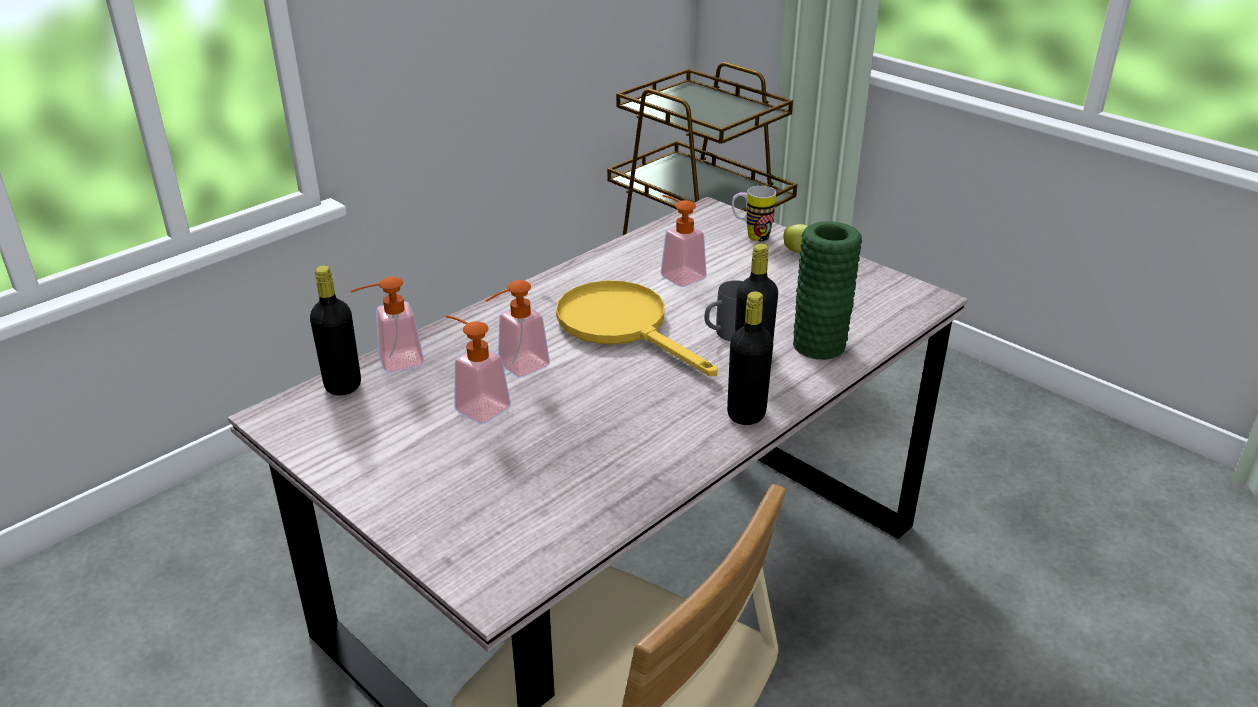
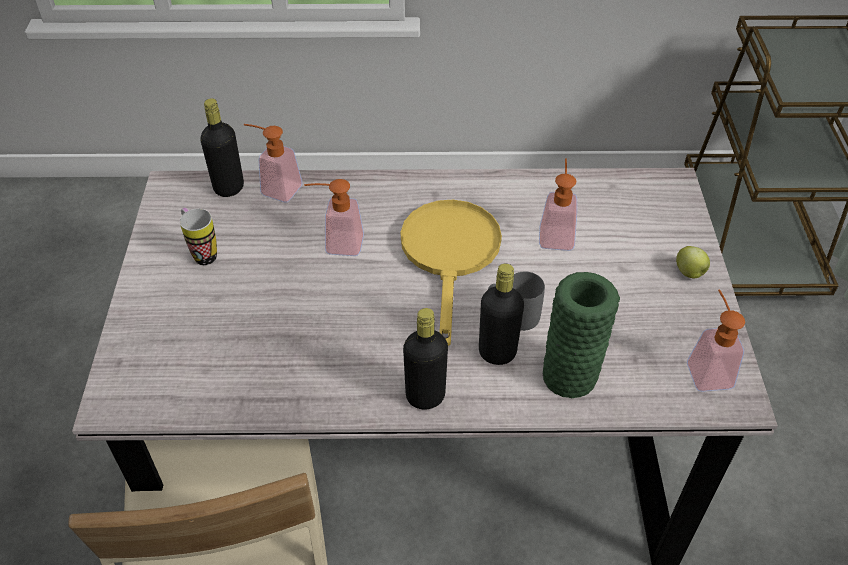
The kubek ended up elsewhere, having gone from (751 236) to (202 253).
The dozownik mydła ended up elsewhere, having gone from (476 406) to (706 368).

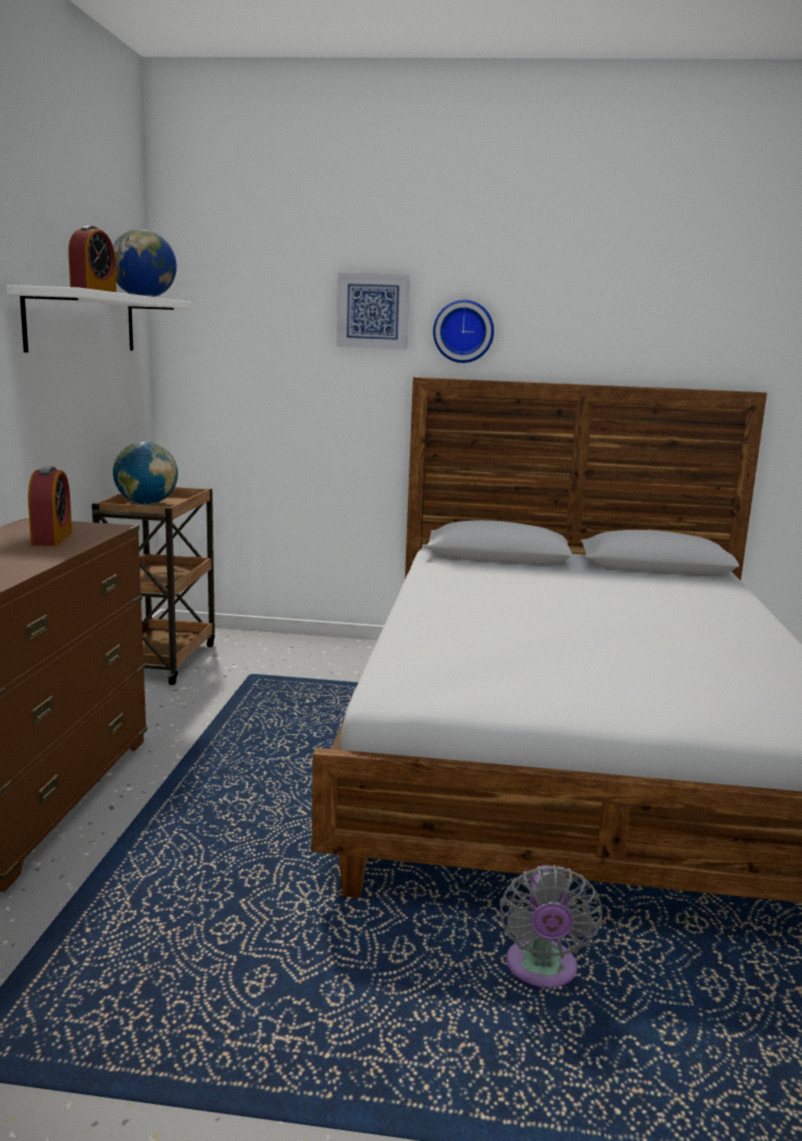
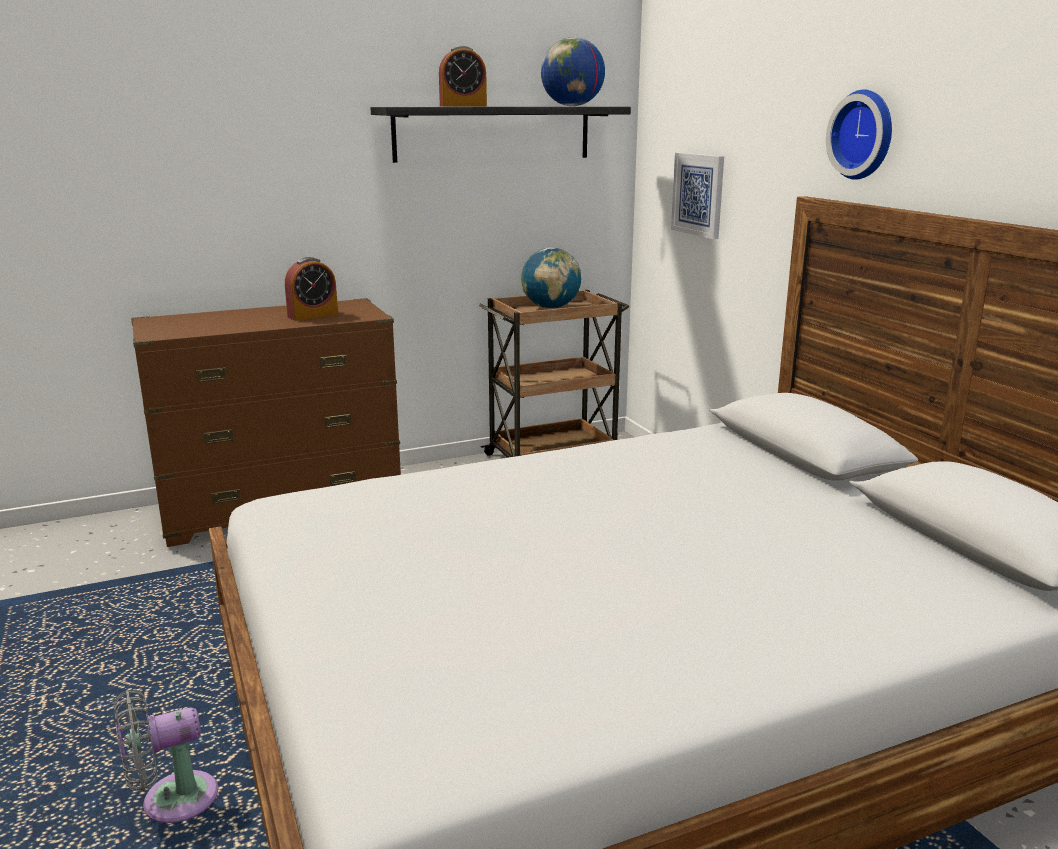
The obraz ended up elsewhere, having gone from (373 311) to (698 194).
What was the półka [biały] at (82 322) turned into the półka [czarny] at (493 133).

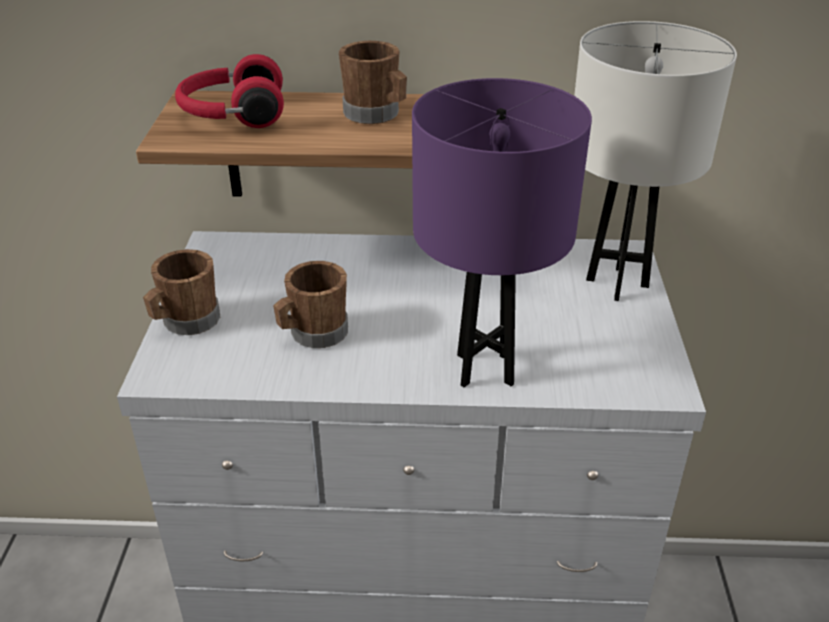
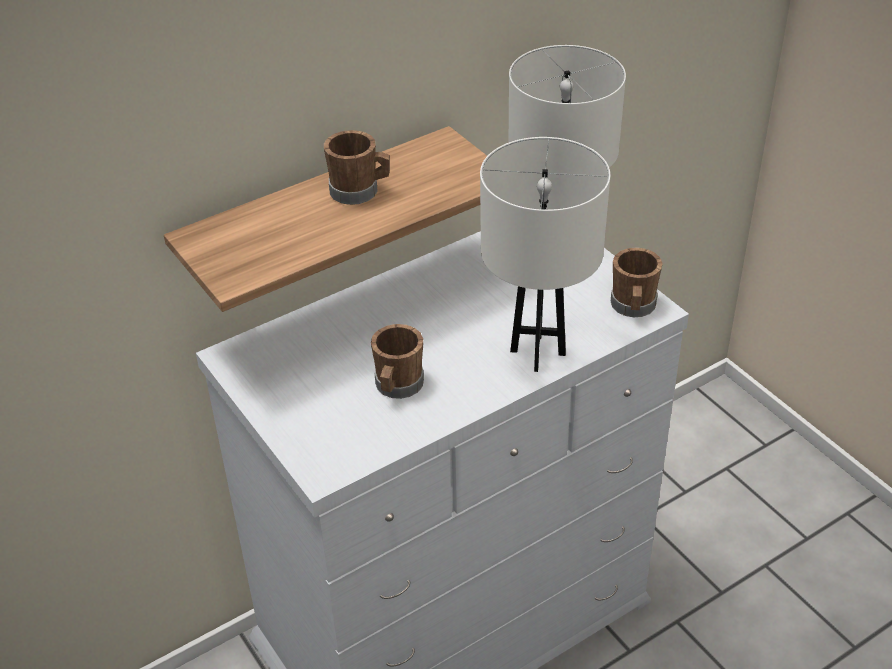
The second view lost the słuchawki [czerwony] at (232 115).
What was the lampa stołowa [fioletowy] at (485 370) turned into the lampa stołowa [biały] at (538 353).
The kubek [brązowy] ended up elsewhere, having gone from (186 322) to (633 307).

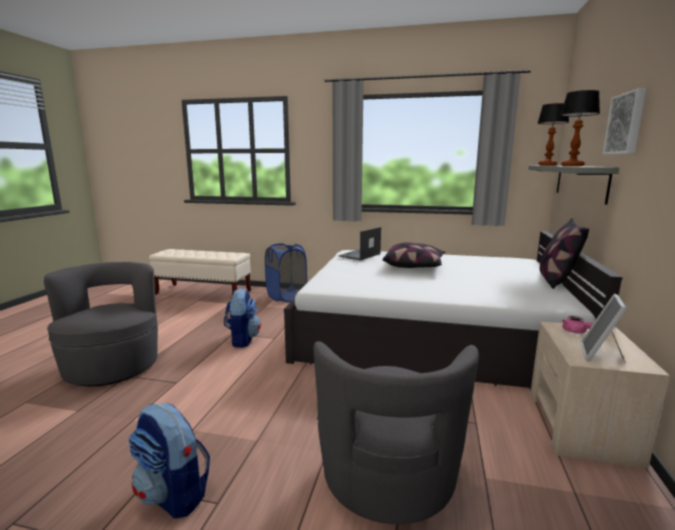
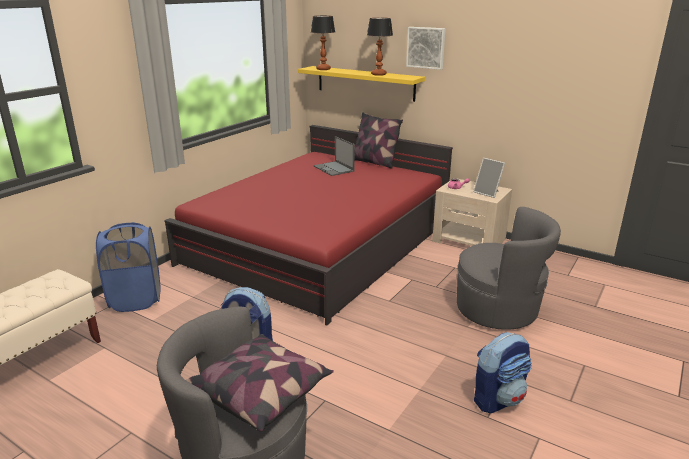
What was the półka [szary] at (580 182) turned into the półka [żółty] at (365 83).
The laptop ended up elsewhere, having gone from (359 255) to (334 169).
What was the łóżko [biały] at (431 332) turned into the łóżko [czerwony] at (320 244).
The poduszka ended up elsewhere, having gone from (414 266) to (261 392).

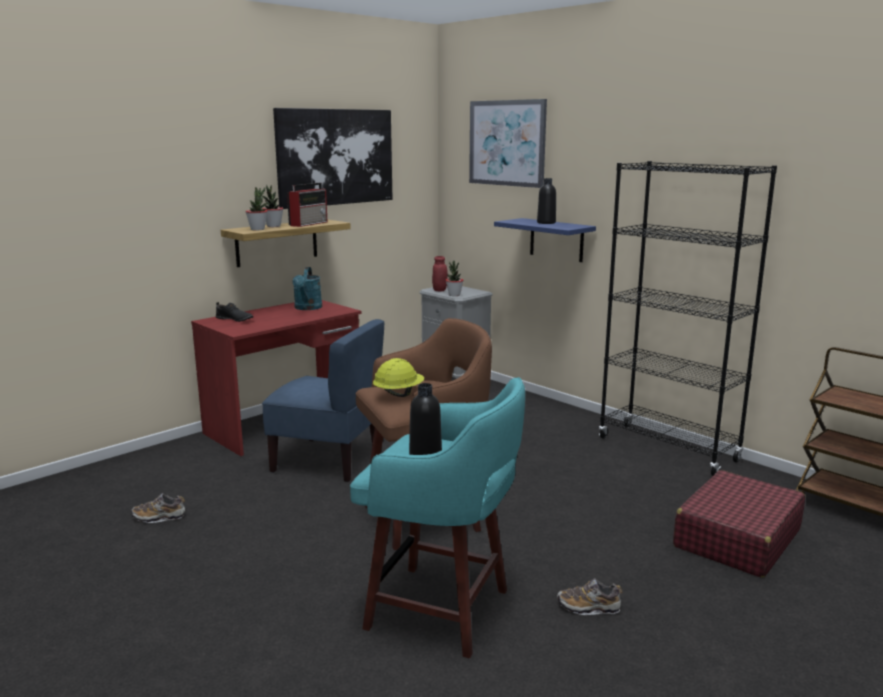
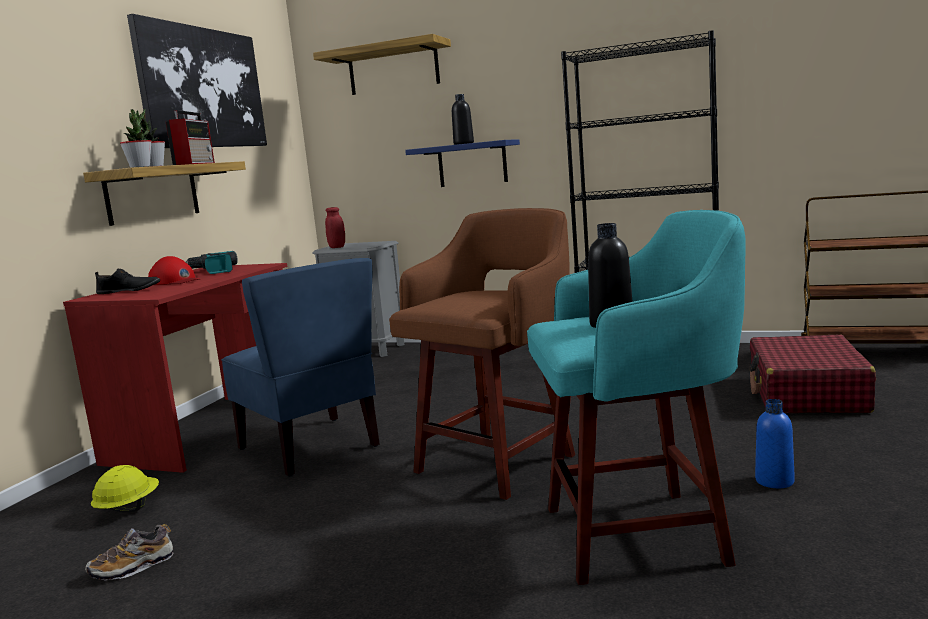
Where the obraz hung at (507 143), the półka came to hang at (393 68).
The second view lost the roślina doniczkowa at (454 295).
Where the konewka [turkusowy] stood at (307 308), the wiertarka came to stand at (213 271).
The krzesło [niebieski] at (327 461) ended up facing another way, 60 degrees clockwise from before.
The kask [żółty] ended up elsewhere, having gone from (398 394) to (128 509).
Where the but stood at (588 607), the butelka [niebieski] came to stand at (774 481).
The second view gained the czapka z daszkiem [czerwony] at (175 281).

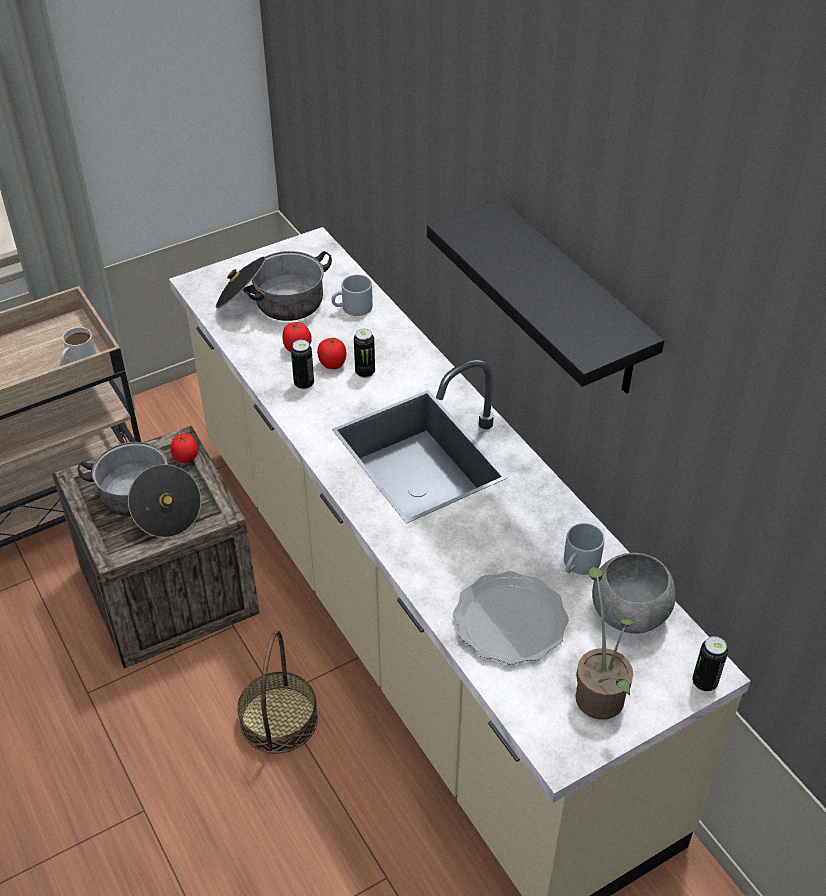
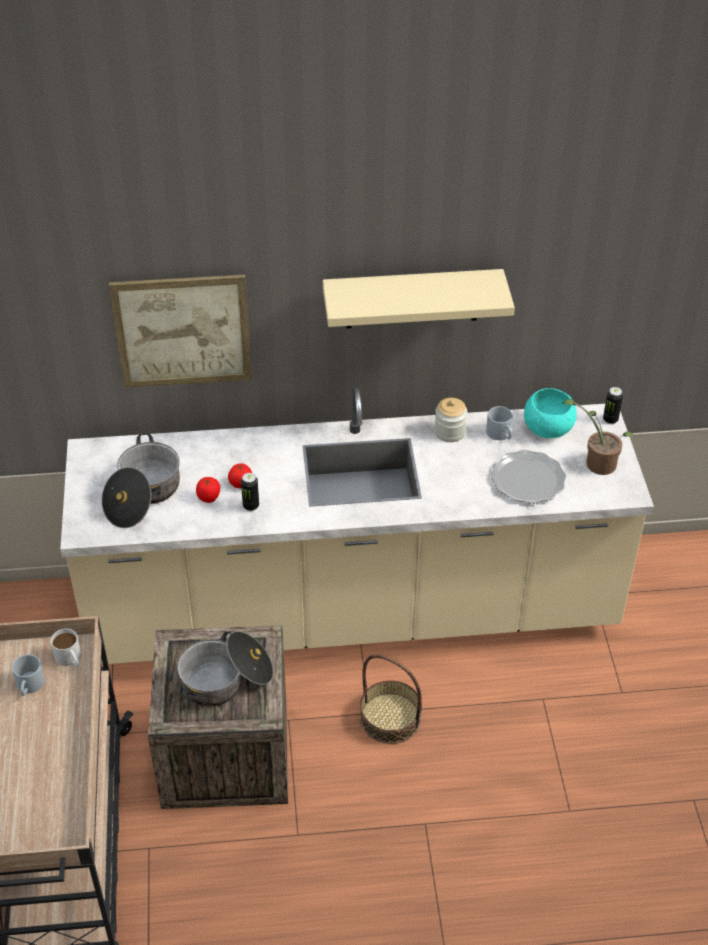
What was the półka [czarny] at (573 301) turned into the półka [beżowy] at (412 298).
The kubek [szary] ended up elsewhere, having gone from (352 308) to (30 686).
The second view lost the puszka at (365 372).
The second view lost the pomidor at (186 458).
What was the miska [szary] at (628 613) turned into the miska [turkusowy] at (548 429).
The second view gained the obraz at (183 331).
The second view gained the słoik at (449 432).

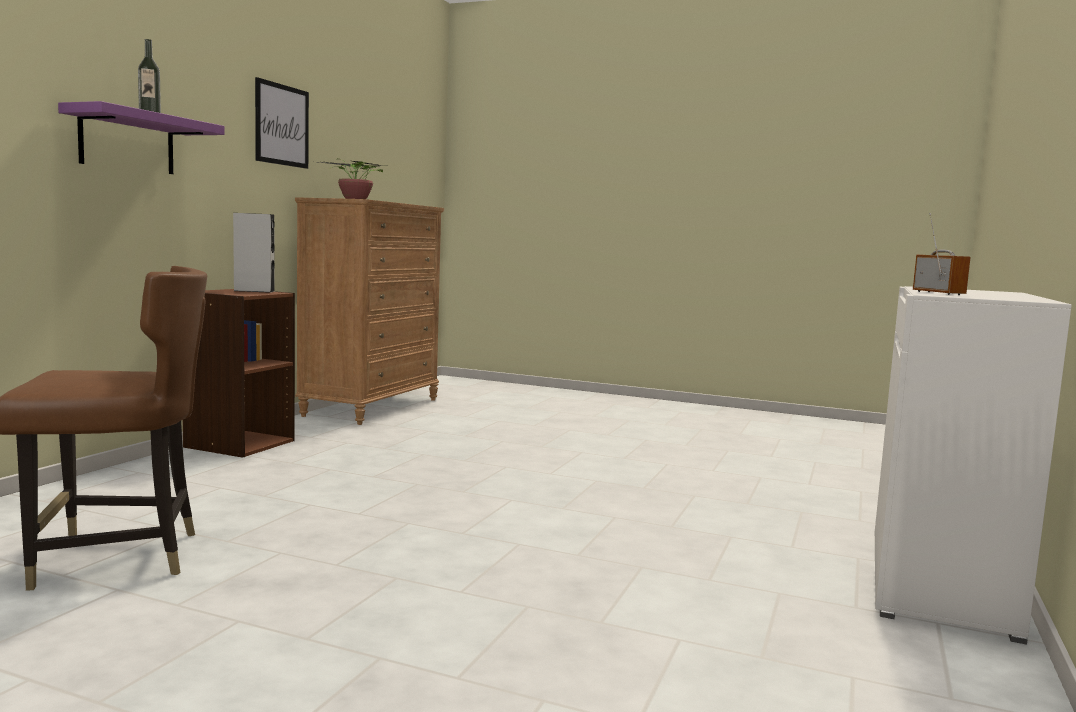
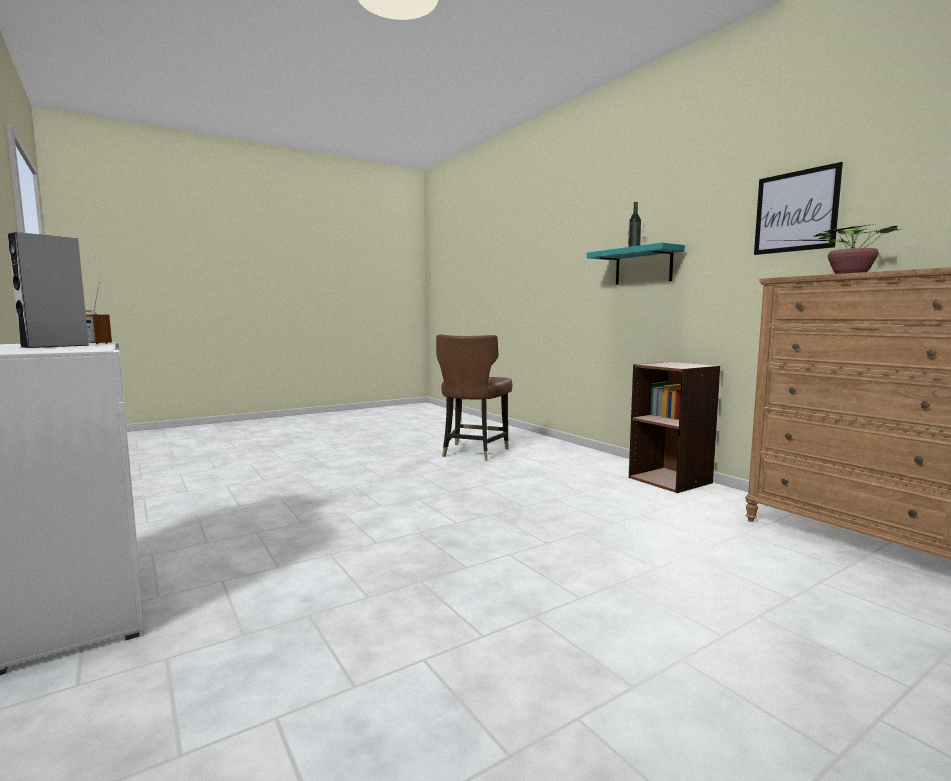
What was the półka [fioletowy] at (127 142) turned into the półka [turkusowy] at (643 266).
The głośnik [szary] ended up elsewhere, having gone from (254 291) to (55 346).

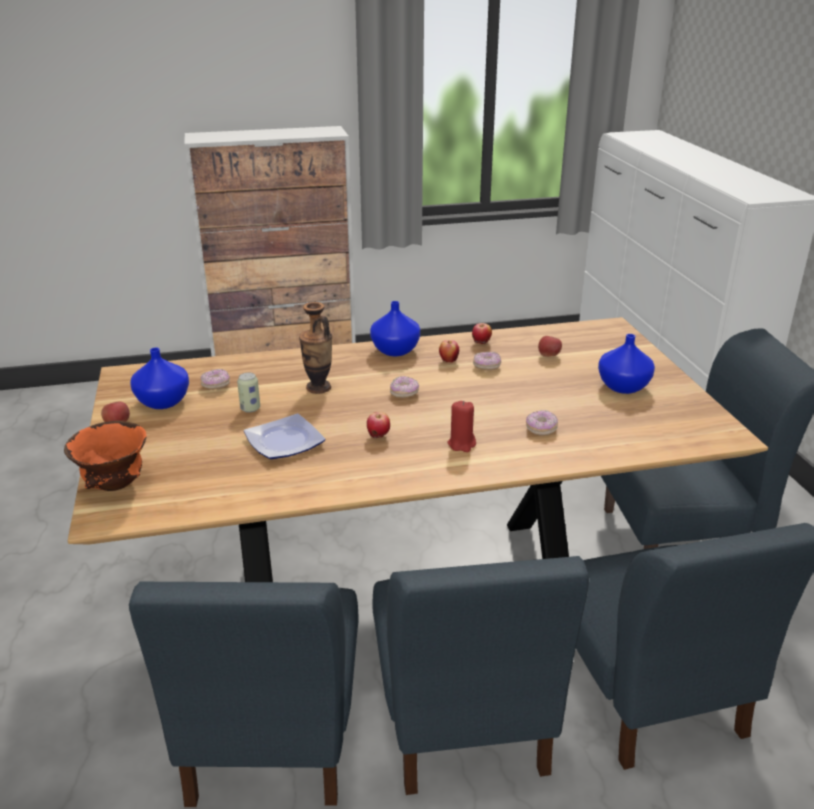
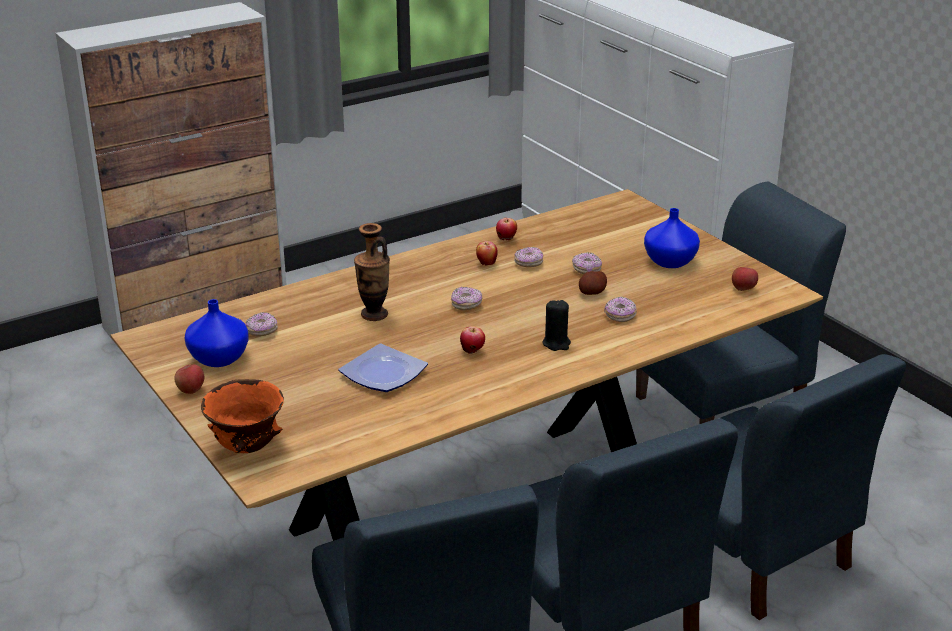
The second view lost the wazon [niebieski] at (396 350).
The jabłko ended up elsewhere, having gone from (548 356) to (743 289).
The second view lost the puszka at (250 409).
What was the świeca [czerwony] at (462 444) turned into the świeca [czarny] at (556 343).
The second view gained the donut at (586 270).
The second view gained the ziemniak at (592 292).

